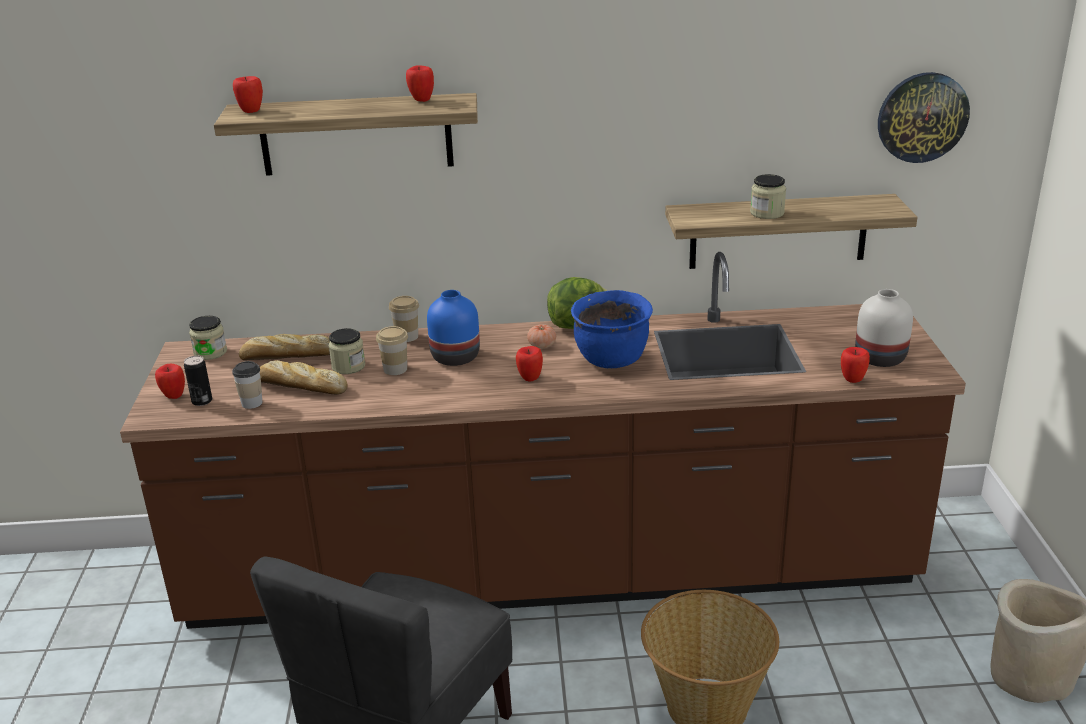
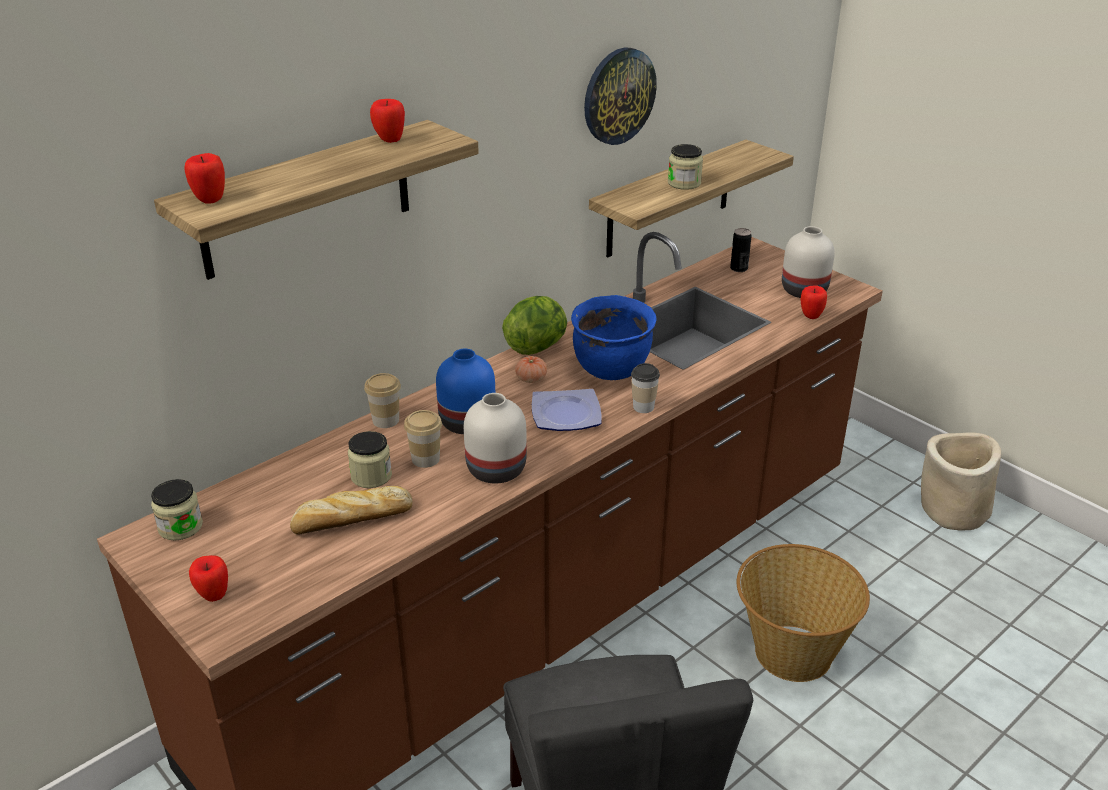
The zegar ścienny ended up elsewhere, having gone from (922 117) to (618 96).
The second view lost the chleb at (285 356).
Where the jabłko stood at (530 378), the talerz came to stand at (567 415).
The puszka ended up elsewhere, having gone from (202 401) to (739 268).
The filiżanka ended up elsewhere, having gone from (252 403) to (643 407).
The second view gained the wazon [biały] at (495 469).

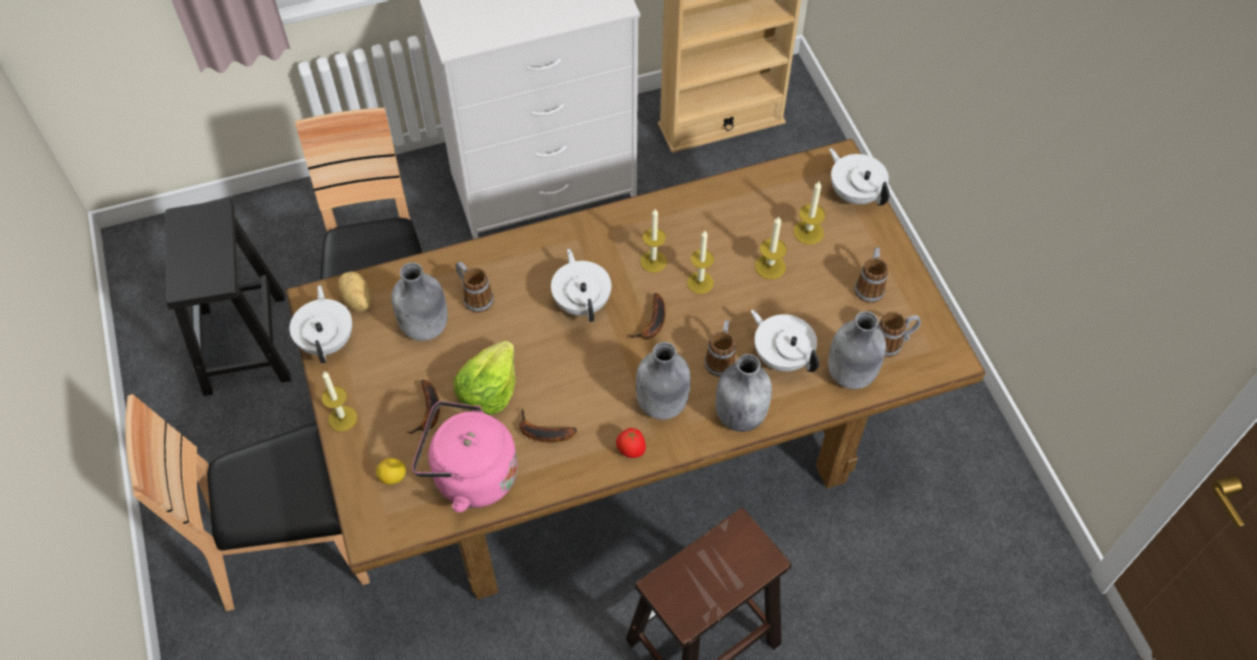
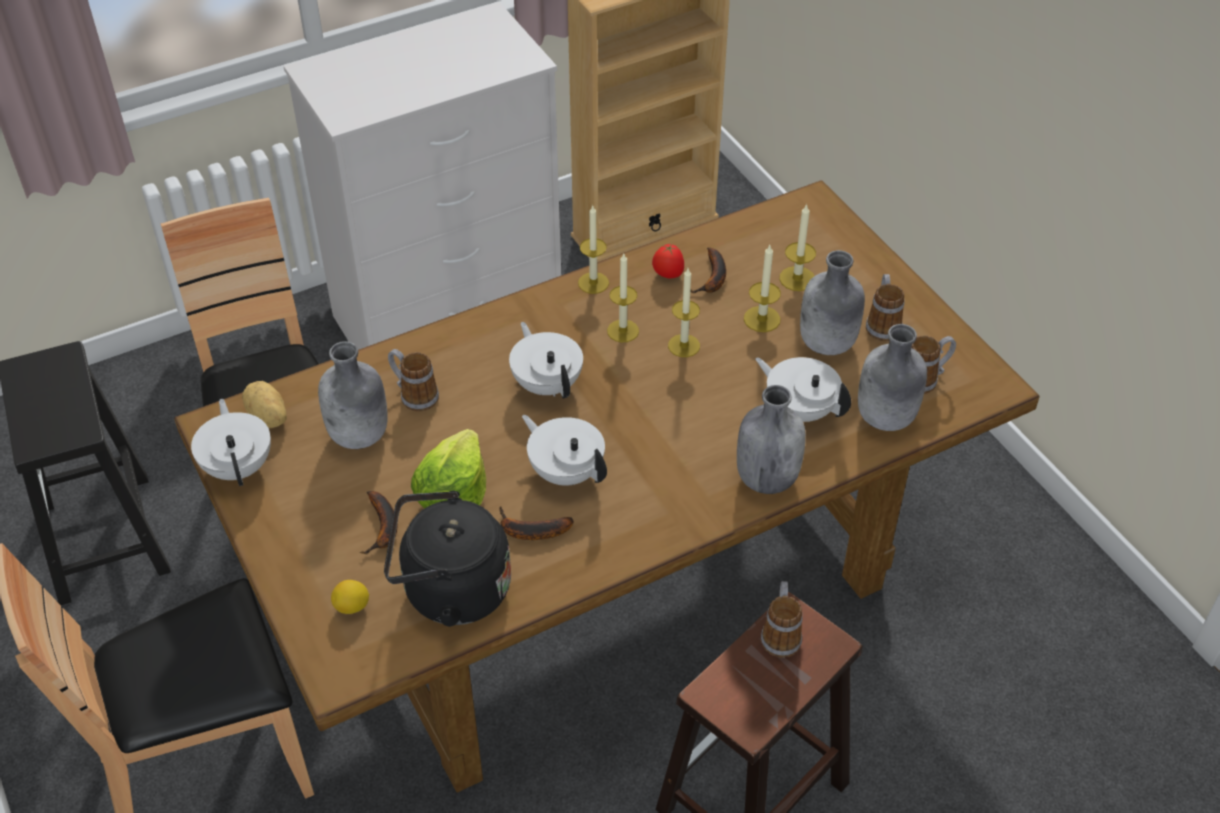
The imbryk [biały] ended up elsewhere, having gone from (855 193) to (566 471).
The banan ended up elsewhere, having gone from (652 324) to (713 278).
The kubek ended up elsewhere, having gone from (720 358) to (780 633).
The butelka [szary] ended up elsewhere, having gone from (662 404) to (827 344).
The świeca ended up elsewhere, having gone from (342 418) to (593 283).
What was the czajnik [różowy] at (470 475) turned into the czajnik [czarny] at (450 591).
The pomidor ended up elsewhere, having gone from (631 451) to (668 275).

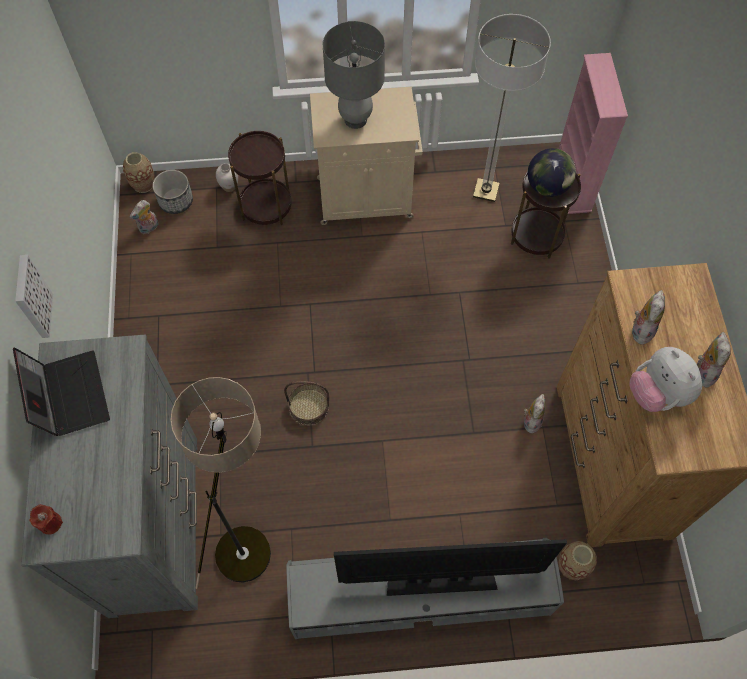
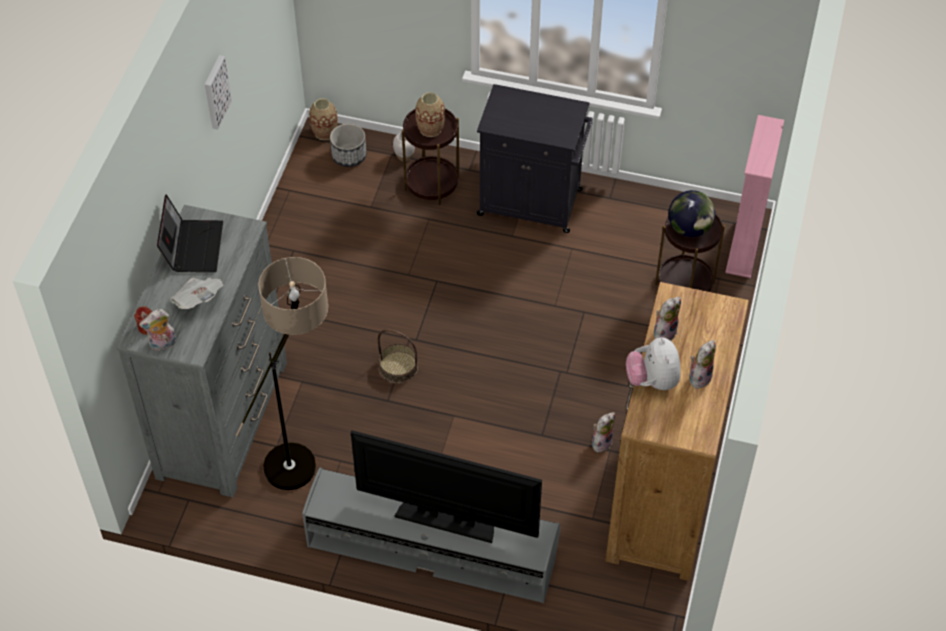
The second view lost the lampa stojąca at (486 191).
The second view lost the lampa stołowa [szary] at (355 120).
What was the szafka [beżowy] at (367 197) turned into the szafka [czarny] at (532 203).
The pluszak ended up elsewhere, having gone from (149 228) to (162 344).
The obraz ended up elsewhere, having gone from (31 297) to (215 92).
The wazon ended up elsewhere, having gone from (572 566) to (430 129).
The second view gained the gazeta at (198 300).

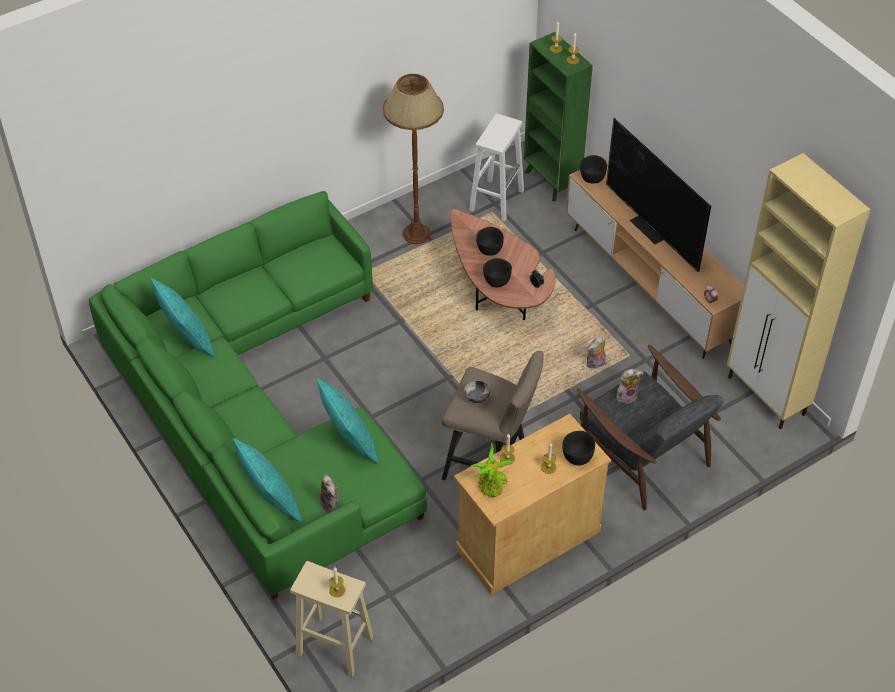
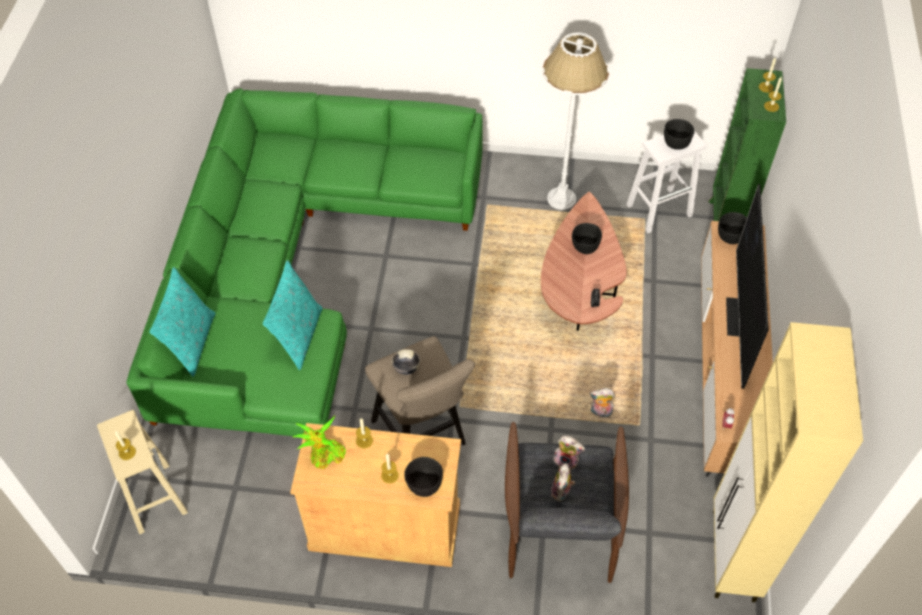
What was the lampa stojąca [brązowy] at (416 234) turned into the lampa stojąca [biały] at (561 199).
The miska [czarny] ended up elsewhere, having gone from (496 281) to (676 143).
The second view lost the poduszka [turkusowy] at (187 340).
The pluszak ended up elsewhere, having gone from (331 504) to (561 492).

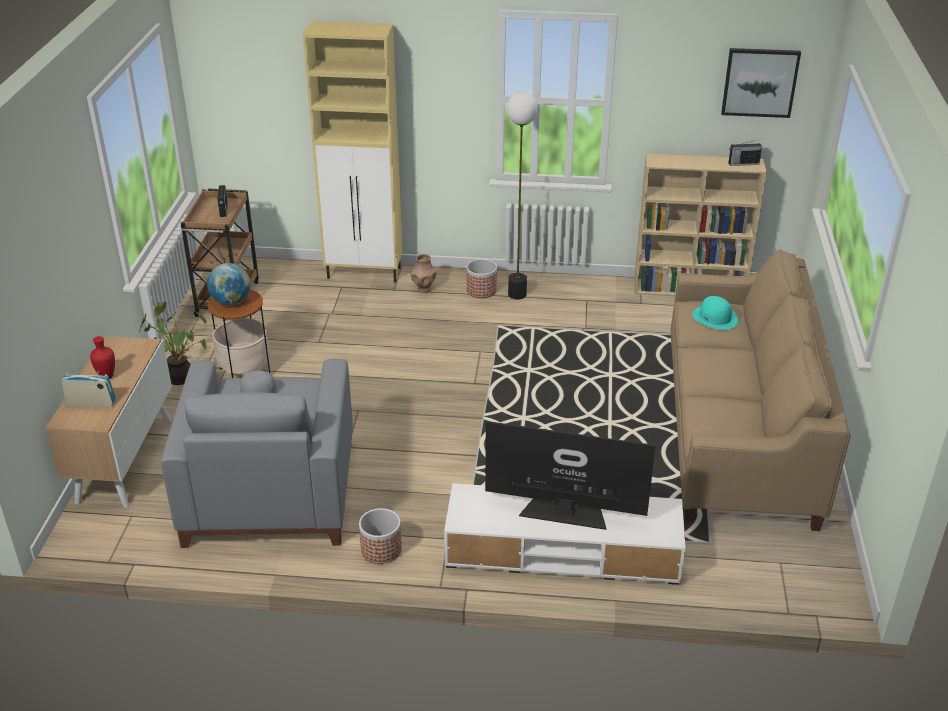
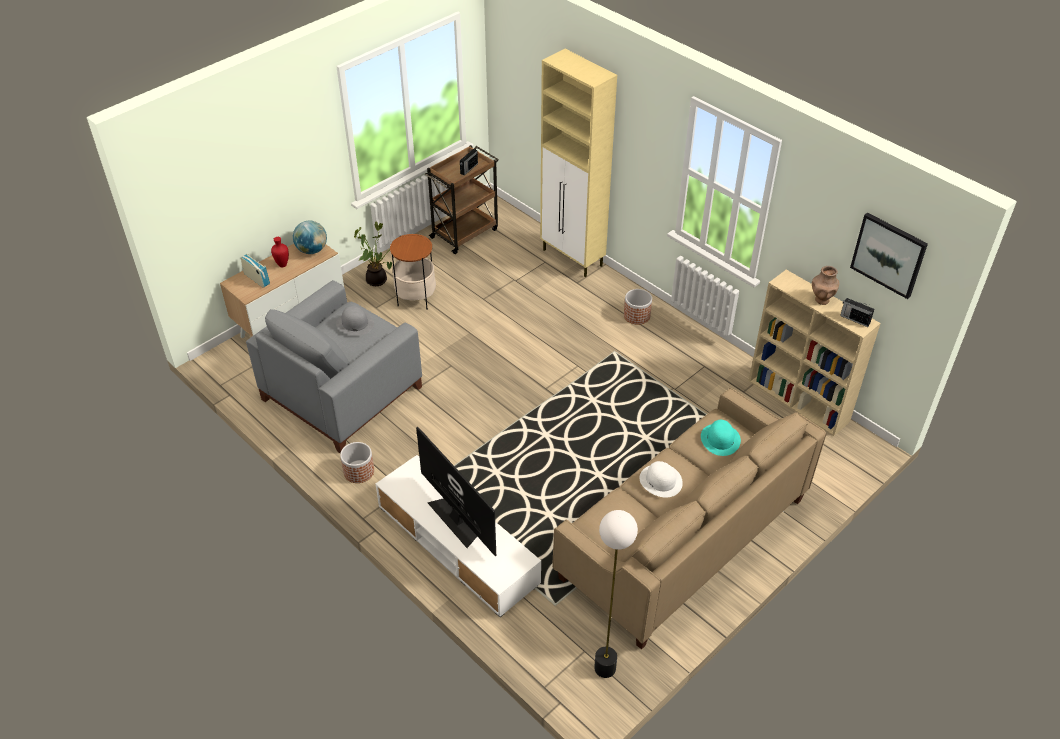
The lampa stojąca ended up elsewhere, having gone from (517 294) to (605 668).
The wazon [brązowy] ended up elsewhere, having gone from (424 289) to (822 299).
The globus ended up elsewhere, having gone from (231 302) to (312 250).
The second view gained the kapelusz [biały] at (661 481).

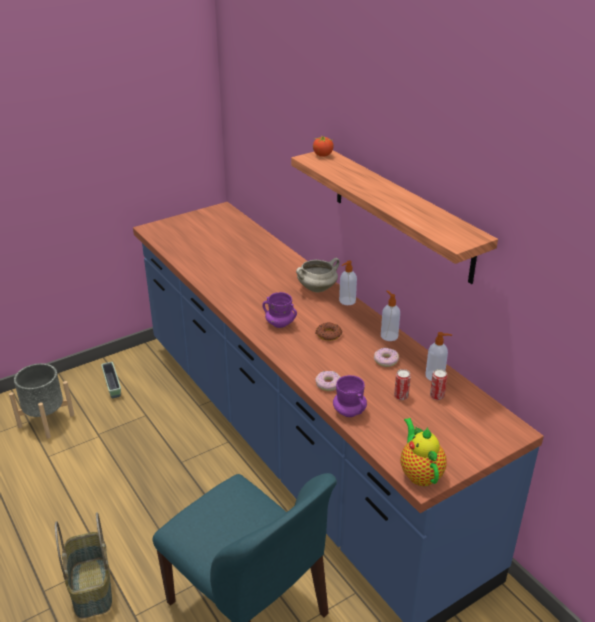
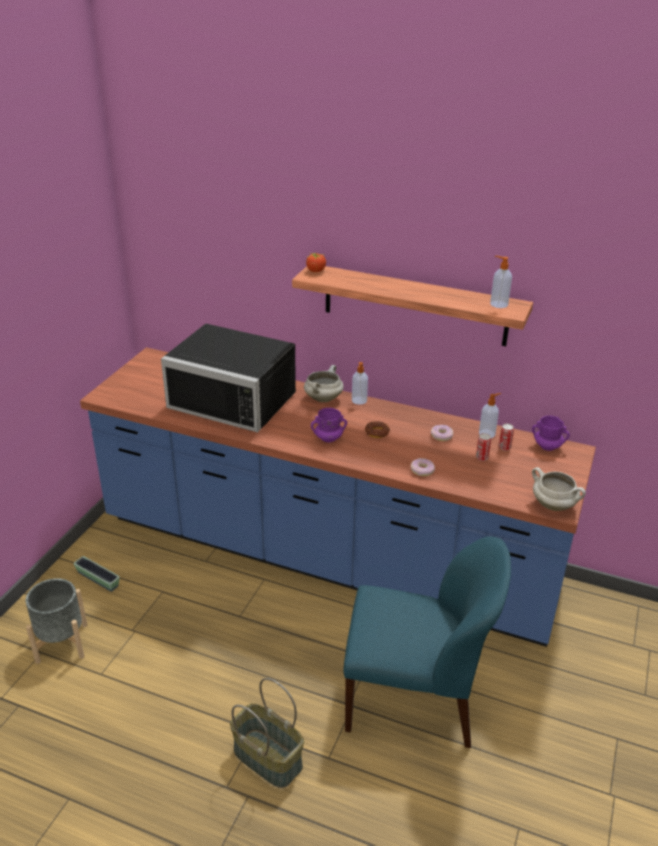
The dozownik mydła ended up elsewhere, having gone from (388 336) to (498 304).
The kubek [fioletowy] ended up elsewhere, having gone from (349 411) to (547 446).
Where the imbryk stood at (420 473), the garnek [biały] came to stand at (554 505).
The second view gained the mikrofalówka [czarny] at (237 399).

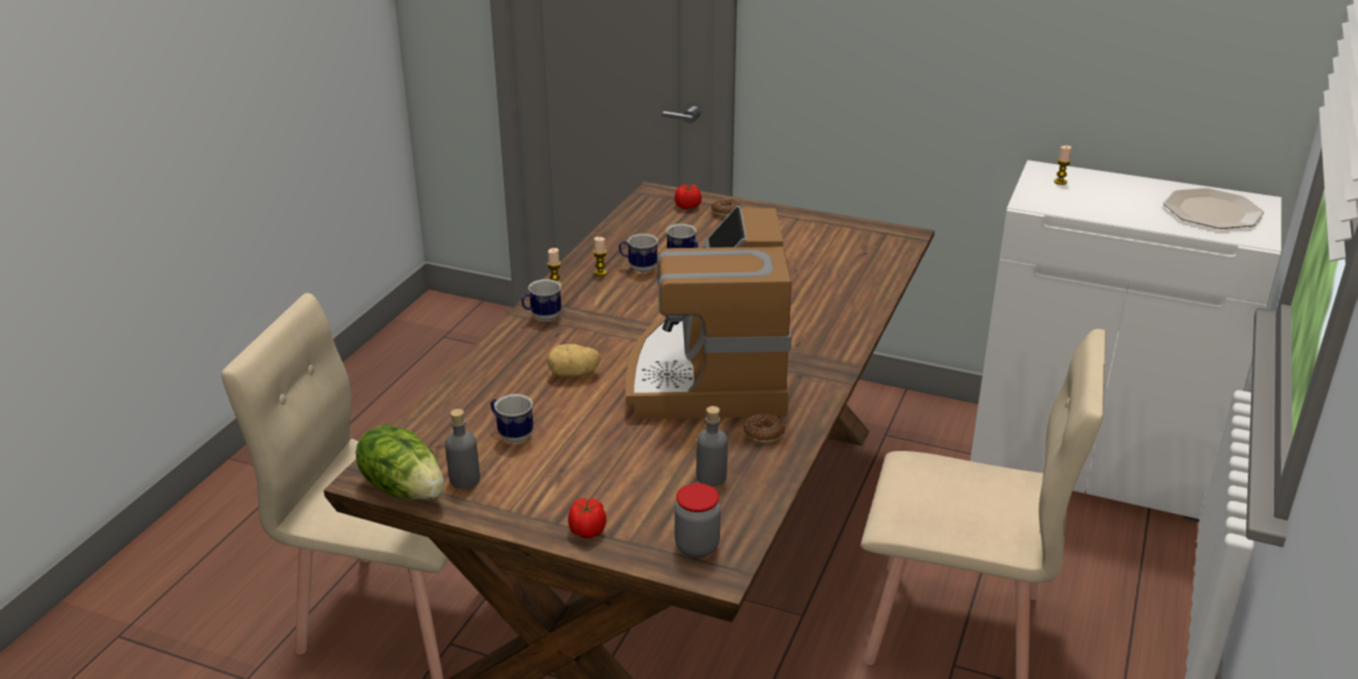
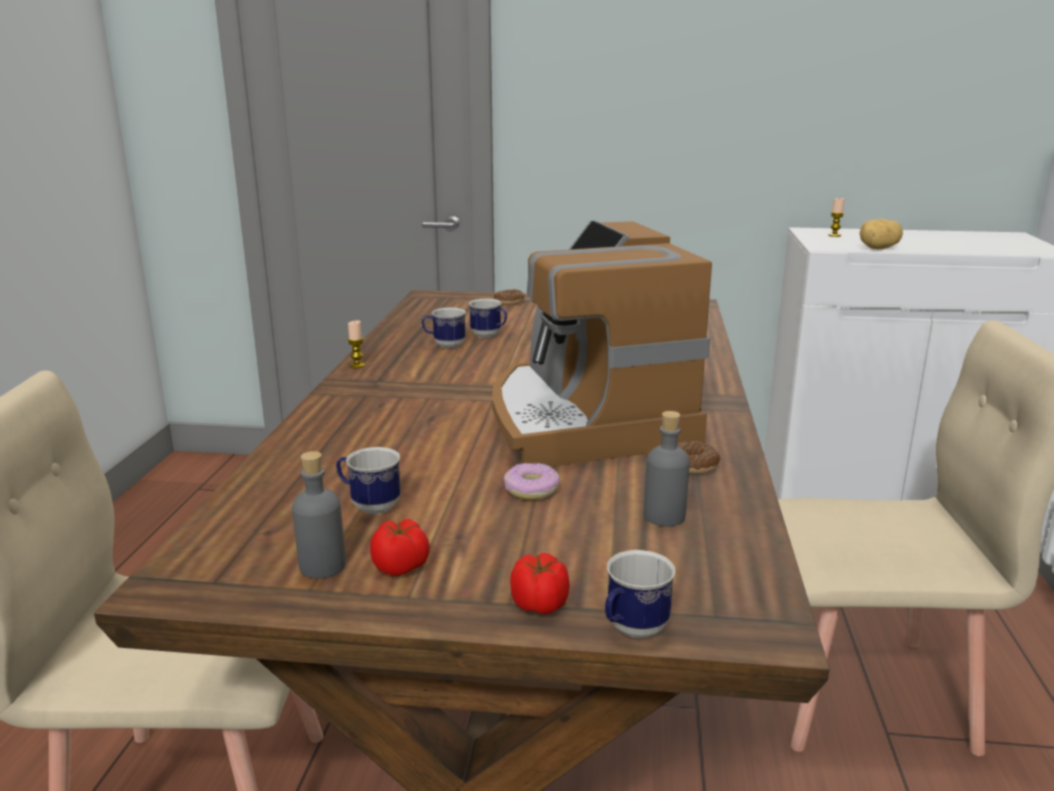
The pomidor ended up elsewhere, having gone from (688 206) to (401 567).
The second view lost the talerz at (1213 211).
The second view lost the świeca at (600 273).
The kubek ended up elsewhere, having gone from (542 317) to (631 631).
The ziemniak ended up elsewhere, having gone from (574 375) to (879 248).
The second view lost the sałata at (404 488).
The second view lost the słoik at (697 546).
The second view gained the donut at (531 489).

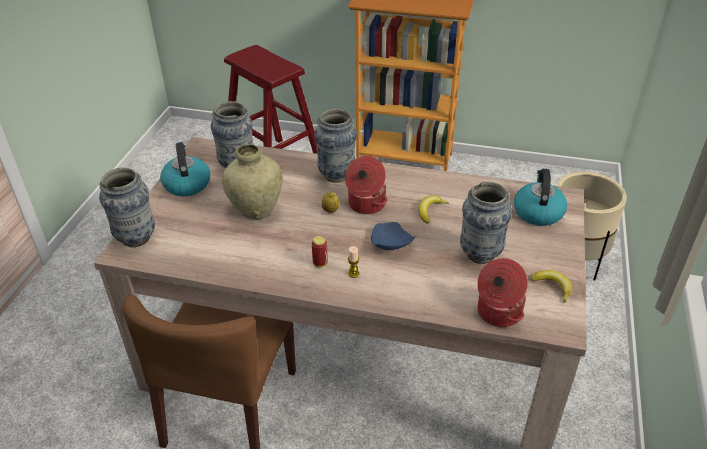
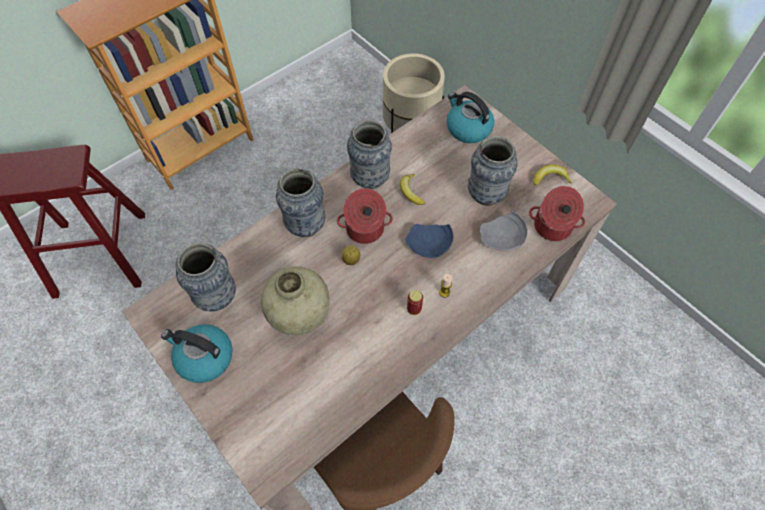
The wazon ended up elsewhere, having gone from (136 238) to (370 179).
The second view gained the talerz [szary] at (502 238).

